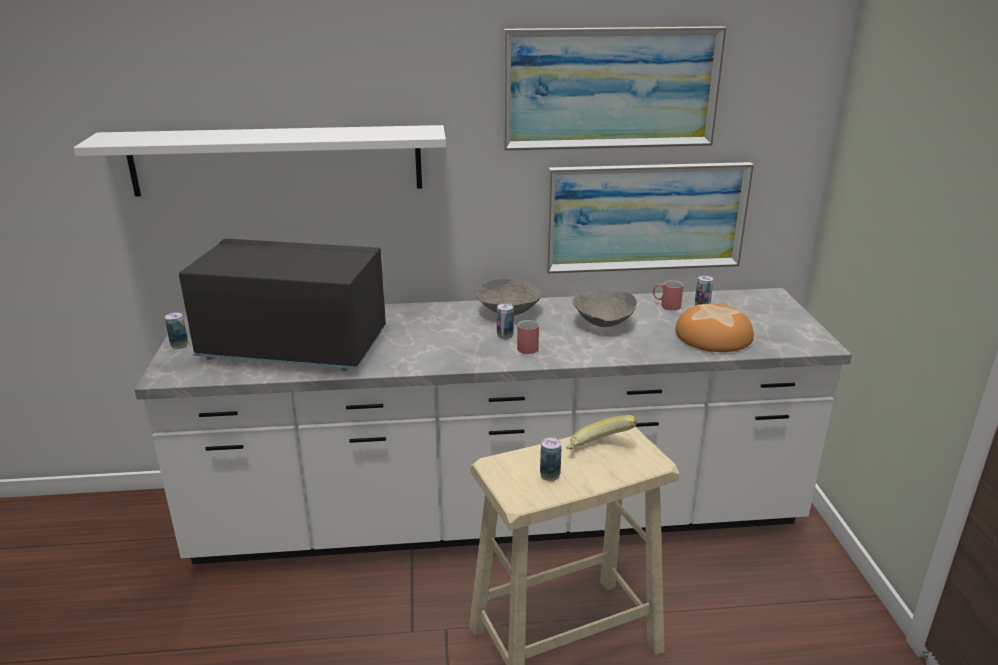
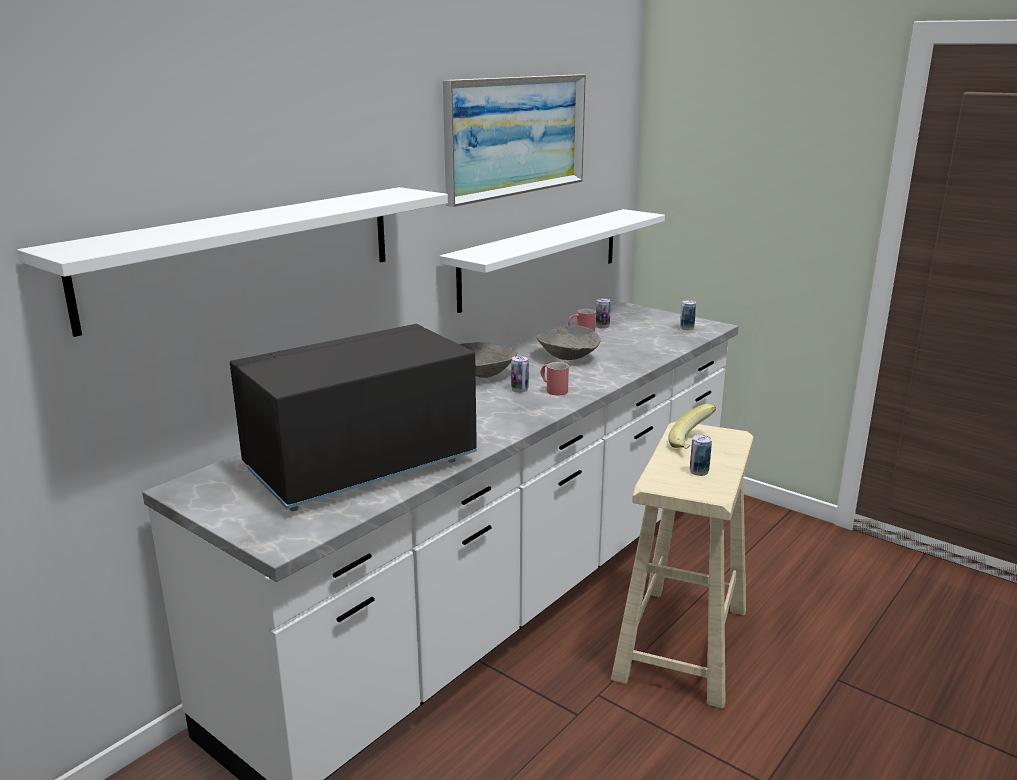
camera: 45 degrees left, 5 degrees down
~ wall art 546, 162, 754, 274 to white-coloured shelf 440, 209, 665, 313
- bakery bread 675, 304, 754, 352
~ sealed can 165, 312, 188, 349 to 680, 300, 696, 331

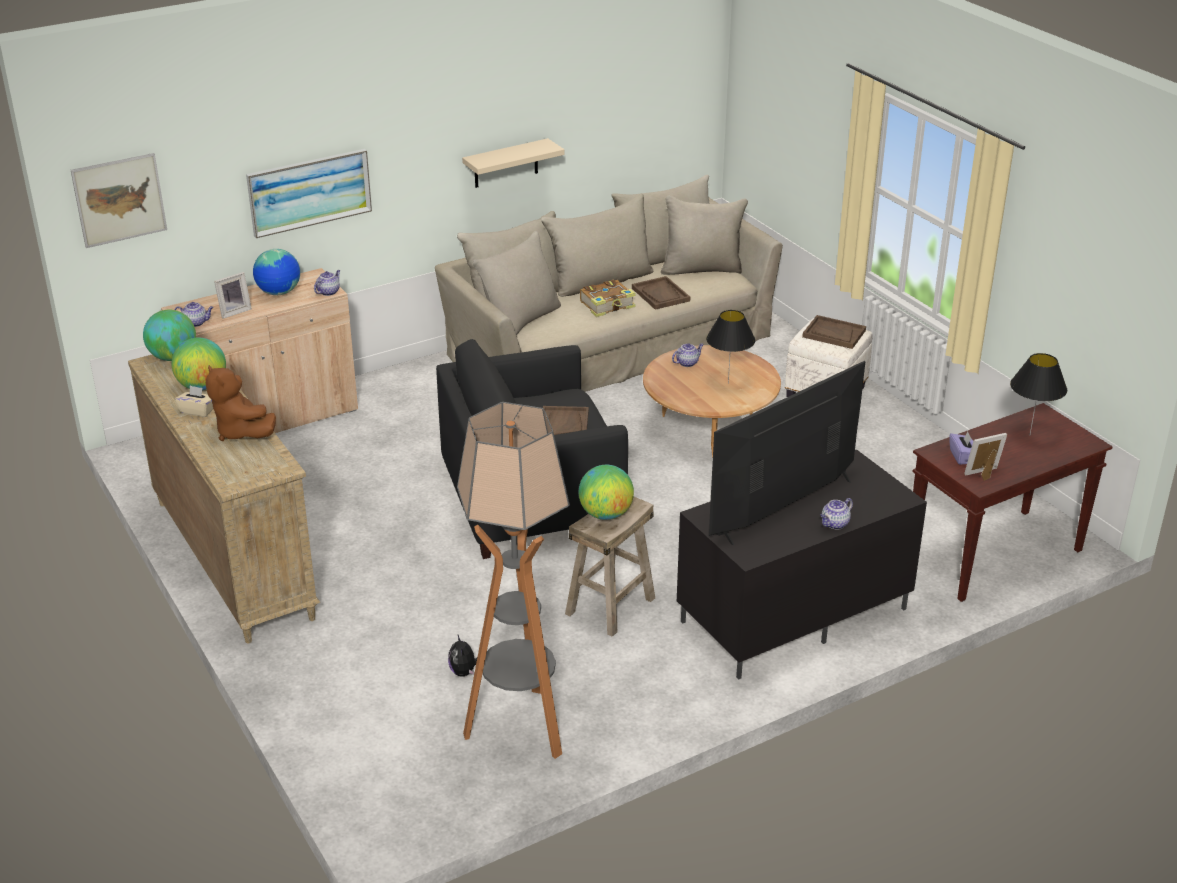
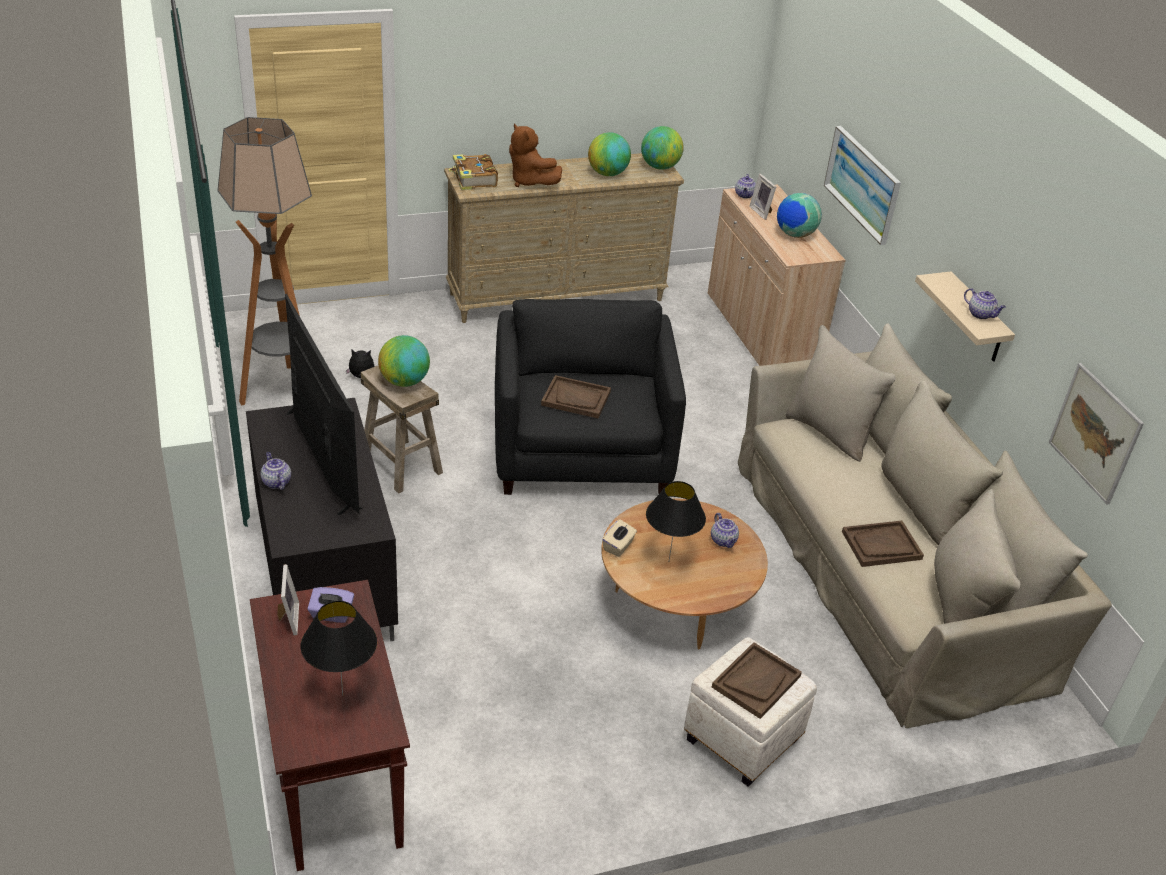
camera: 100 degrees right, 5 degrees up
~ wall art 71, 153, 167, 248 to 1048, 363, 1144, 505
~ teapot 314, 270, 341, 296 to 964, 288, 1006, 319
~ book 580, 280, 636, 317 to 449, 154, 498, 190
~ brown cuddly toy 206, 365, 276, 441 = 509, 124, 562, 187 105 degrees counterclockwise
~ beige tissue box 175, 386, 213, 417 to 602, 519, 637, 557

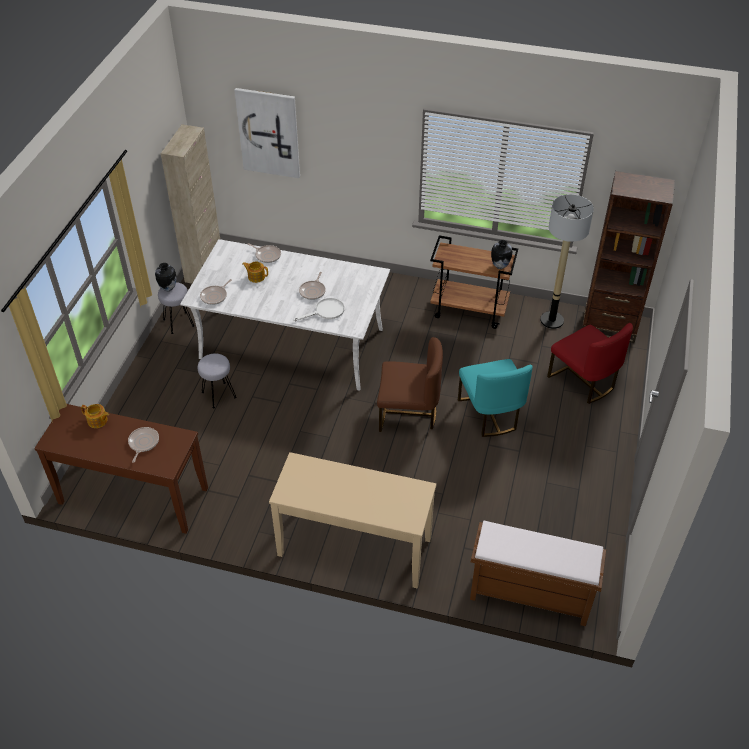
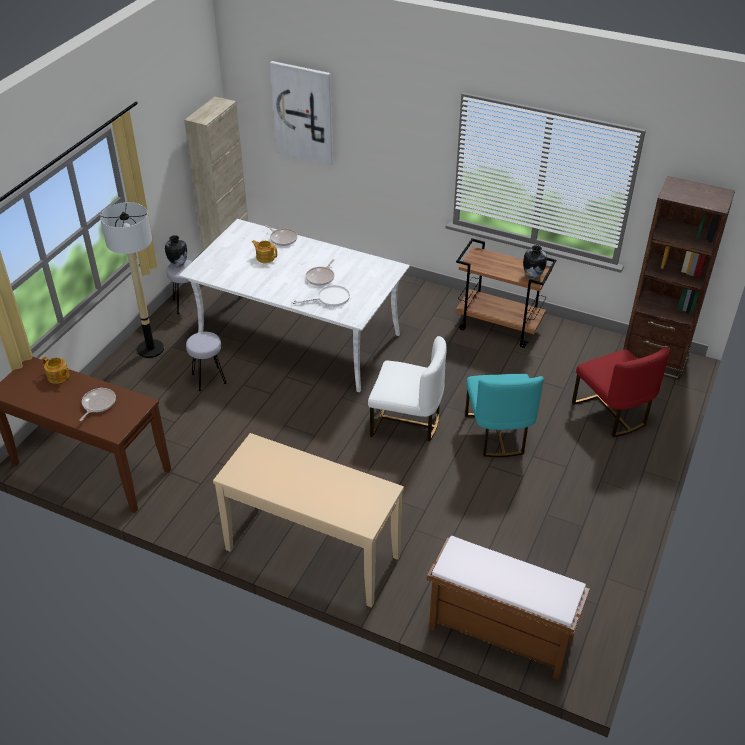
camera: 10 degrees right, 5 degrees down
~ floor lamp 540, 194, 594, 329 to 100, 202, 164, 358
- frying pan 200, 279, 232, 305
~ brown upright chair 377, 337, 443, 432 to white-coloured upright chair 368, 336, 447, 442

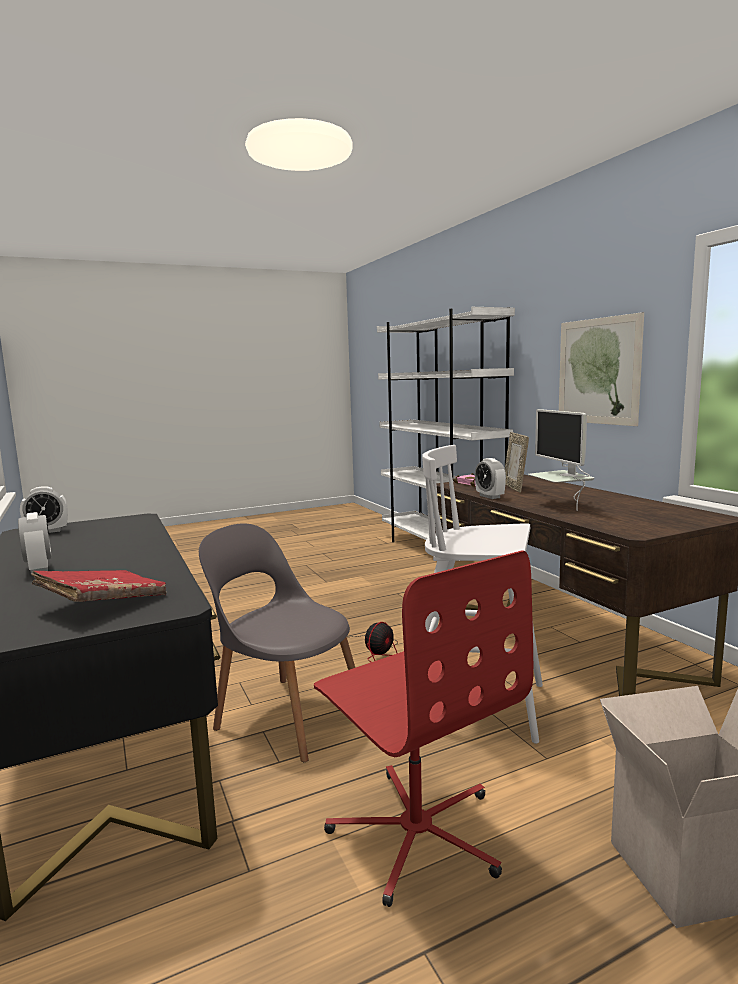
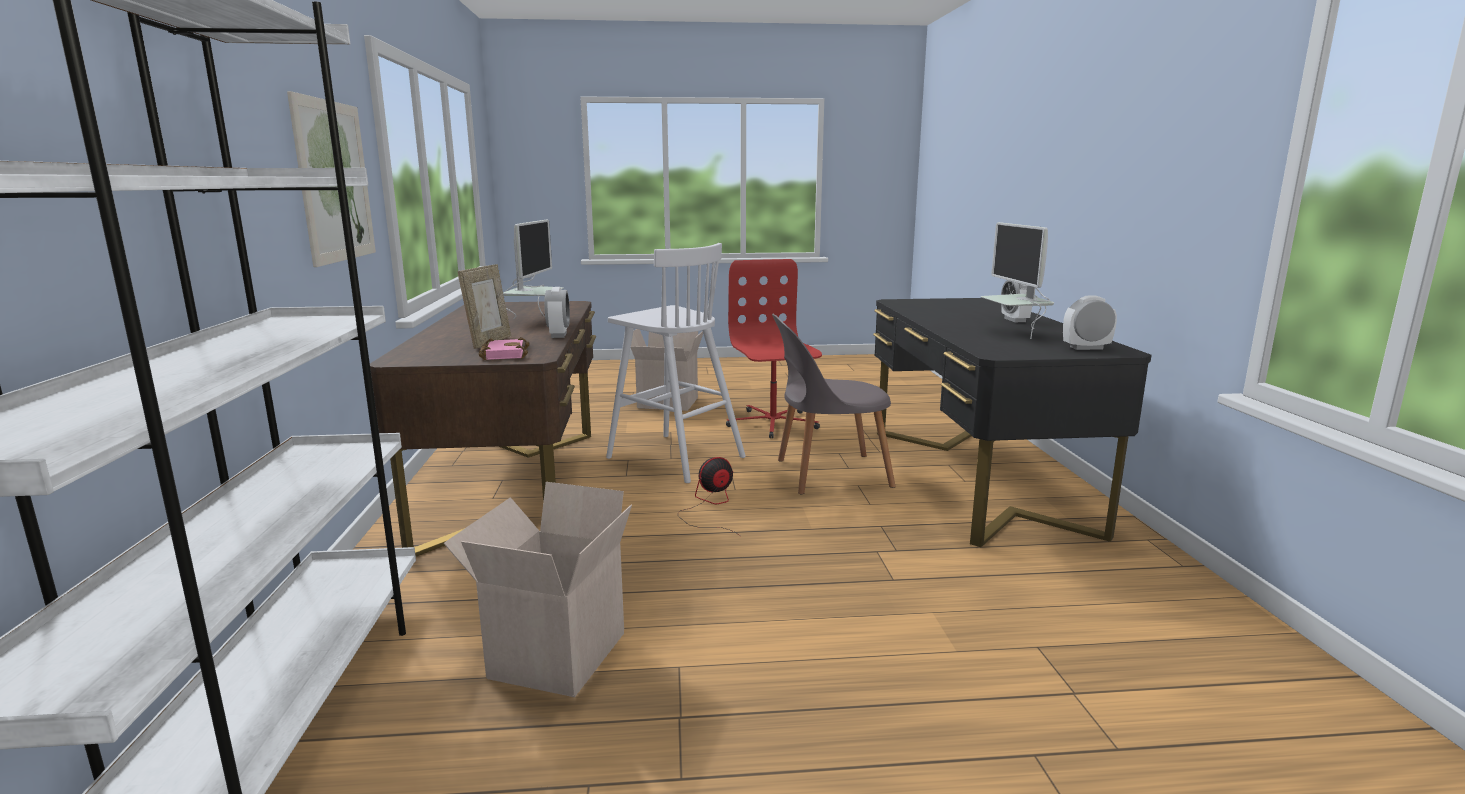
camera: 160 degrees left, 5 degrees up
~ gray upright chair 199, 524, 355, 762 = 772, 314, 896, 494 120 degrees clockwise
- red book 31, 570, 167, 602
+ computer screen 981, 222, 1054, 339
+ packing box 443, 482, 632, 697

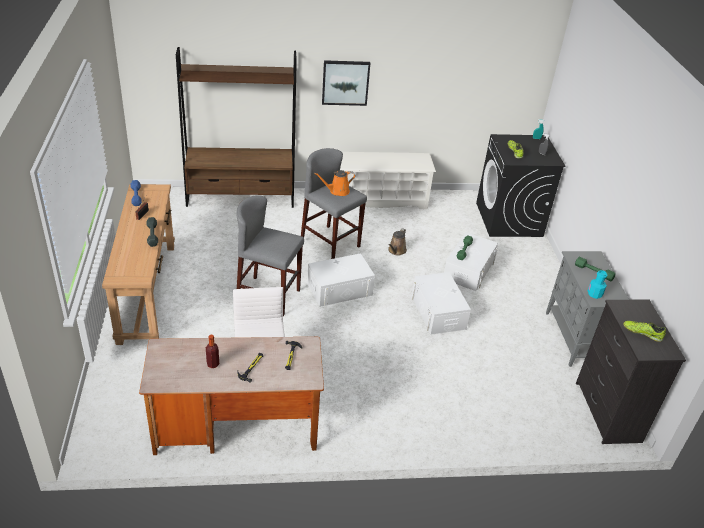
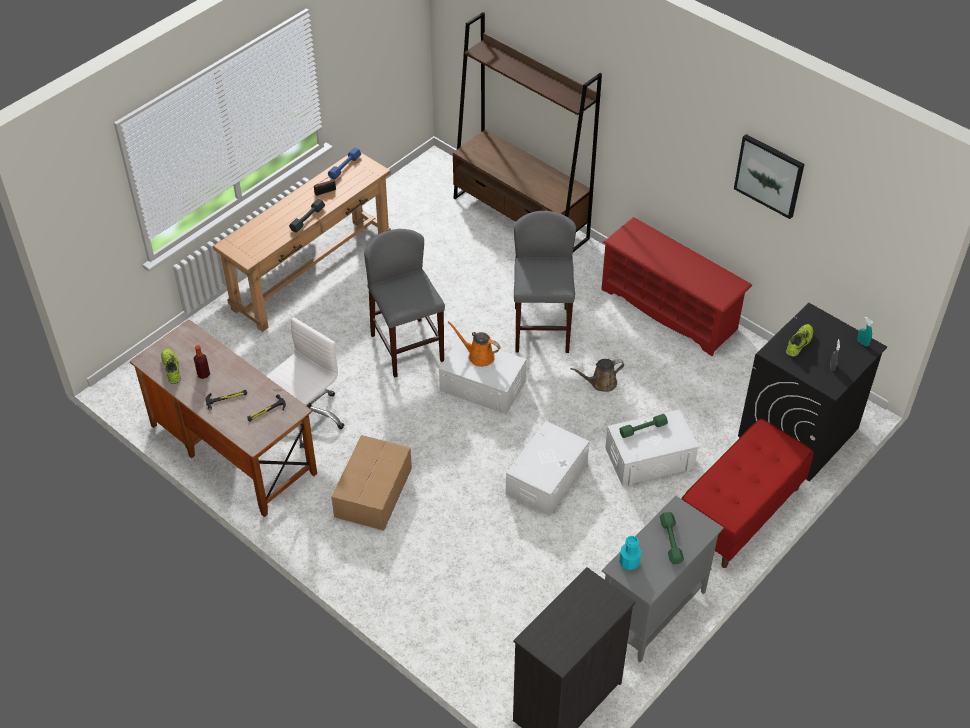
camera: 50 degrees right, 10 degrees up
~ wall art 322, 60, 370, 106 to 734, 134, 804, 219
~ white-coloured shoe shelf 340, 152, 436, 210 to red shoe shelf 601, 217, 752, 356
~ orange-coloured sprinkling can 314, 170, 355, 196 to 448, 321, 500, 367
~ shoe 623, 321, 666, 342 to 161, 349, 181, 384
+ red bench 681, 418, 813, 568
+ packing box 331, 435, 412, 531

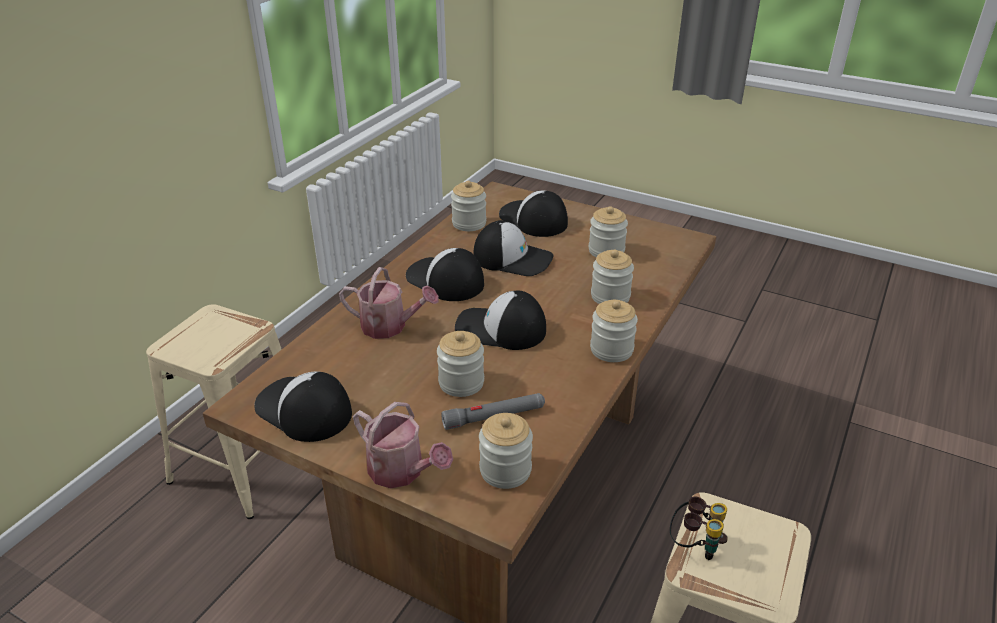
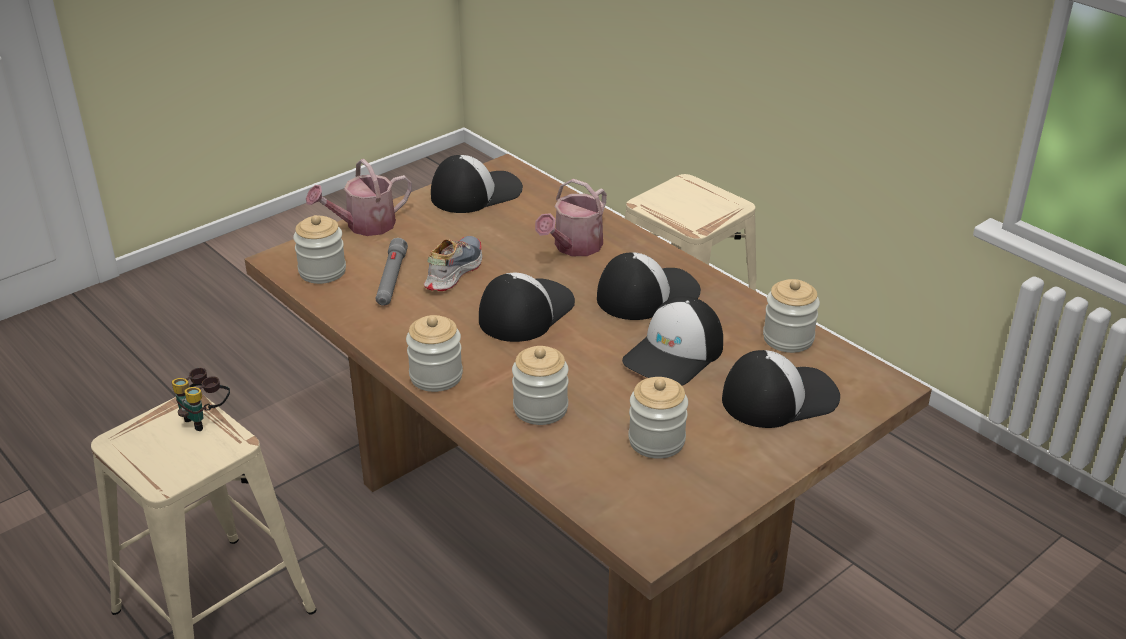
camera: 110 degrees right, 0 degrees up
~ preserve jar 437, 331, 484, 397 to shoe 424, 236, 482, 291

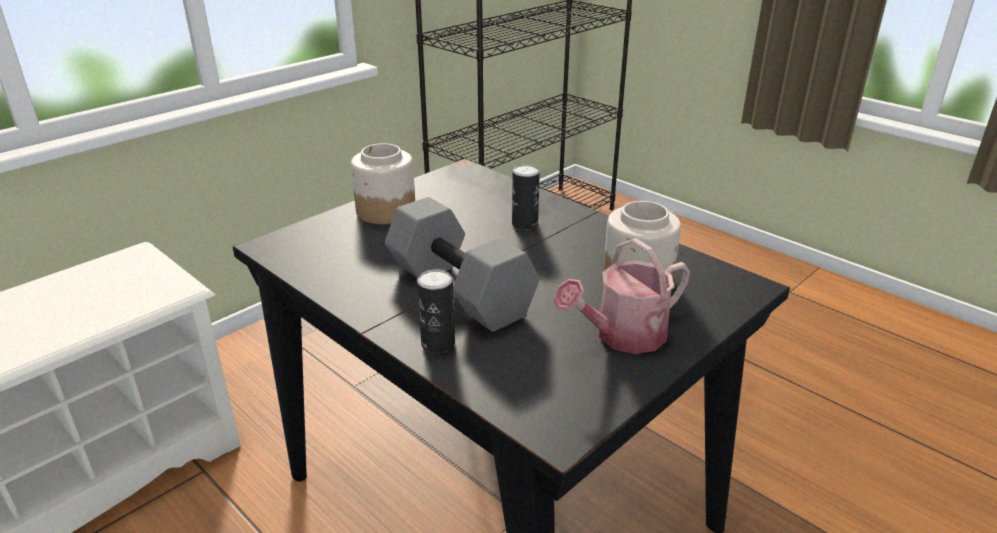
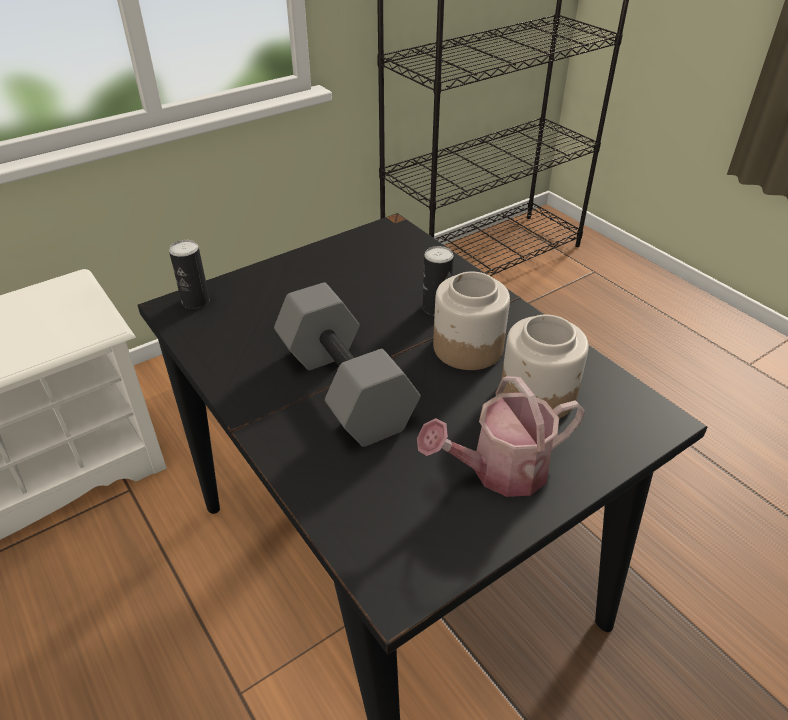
camera: 10 degrees right, 10 degrees up
~ preserve jar 351, 143, 415, 224 to 433, 272, 510, 370
~ sealed can 417, 269, 455, 353 to 169, 240, 210, 309

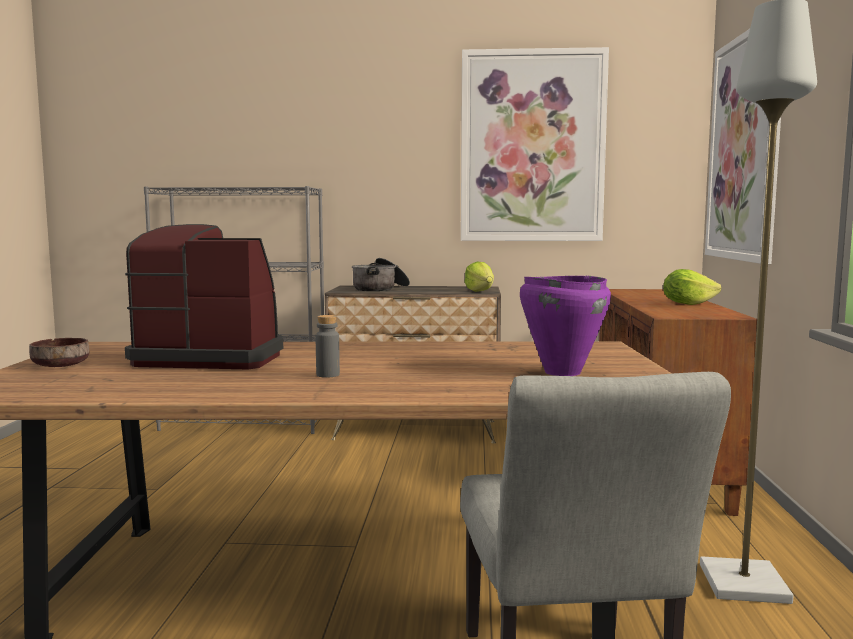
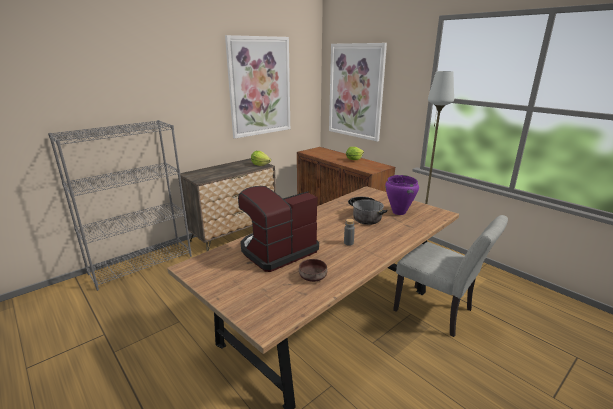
camera: 45 degrees left, 15 degrees up
~ cooking pot 352, 258, 410, 291 to 348, 197, 388, 225
~ brown bowl 29, 338, 89, 367 to 299, 259, 327, 282

